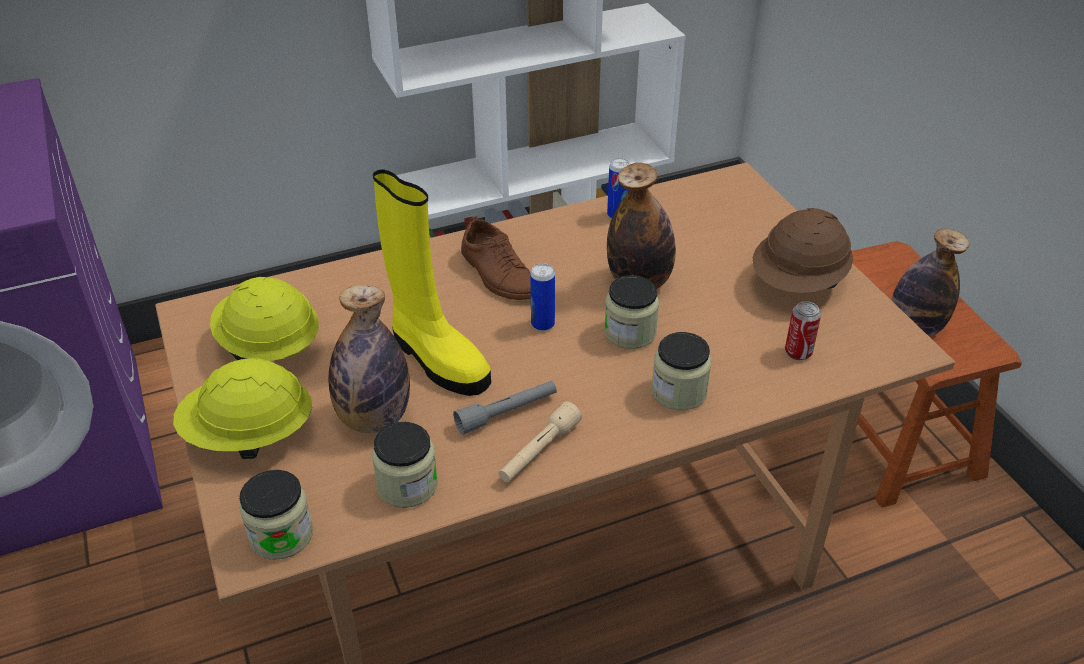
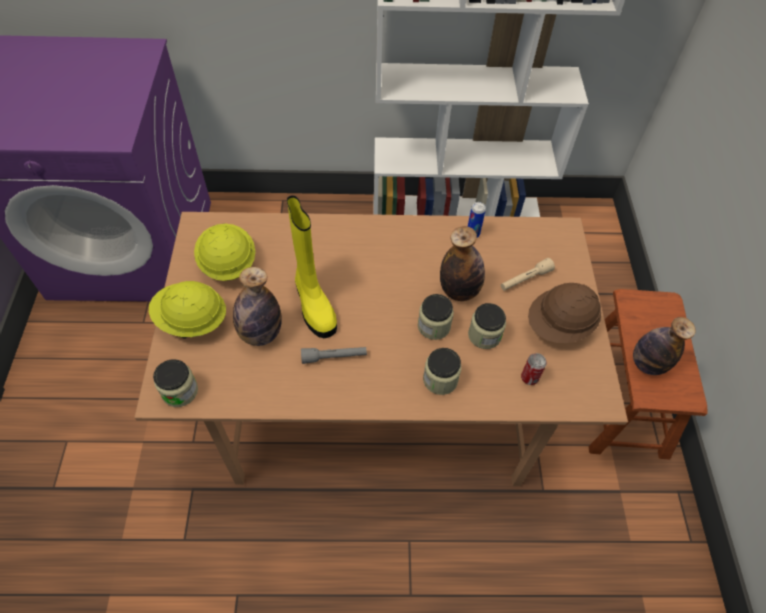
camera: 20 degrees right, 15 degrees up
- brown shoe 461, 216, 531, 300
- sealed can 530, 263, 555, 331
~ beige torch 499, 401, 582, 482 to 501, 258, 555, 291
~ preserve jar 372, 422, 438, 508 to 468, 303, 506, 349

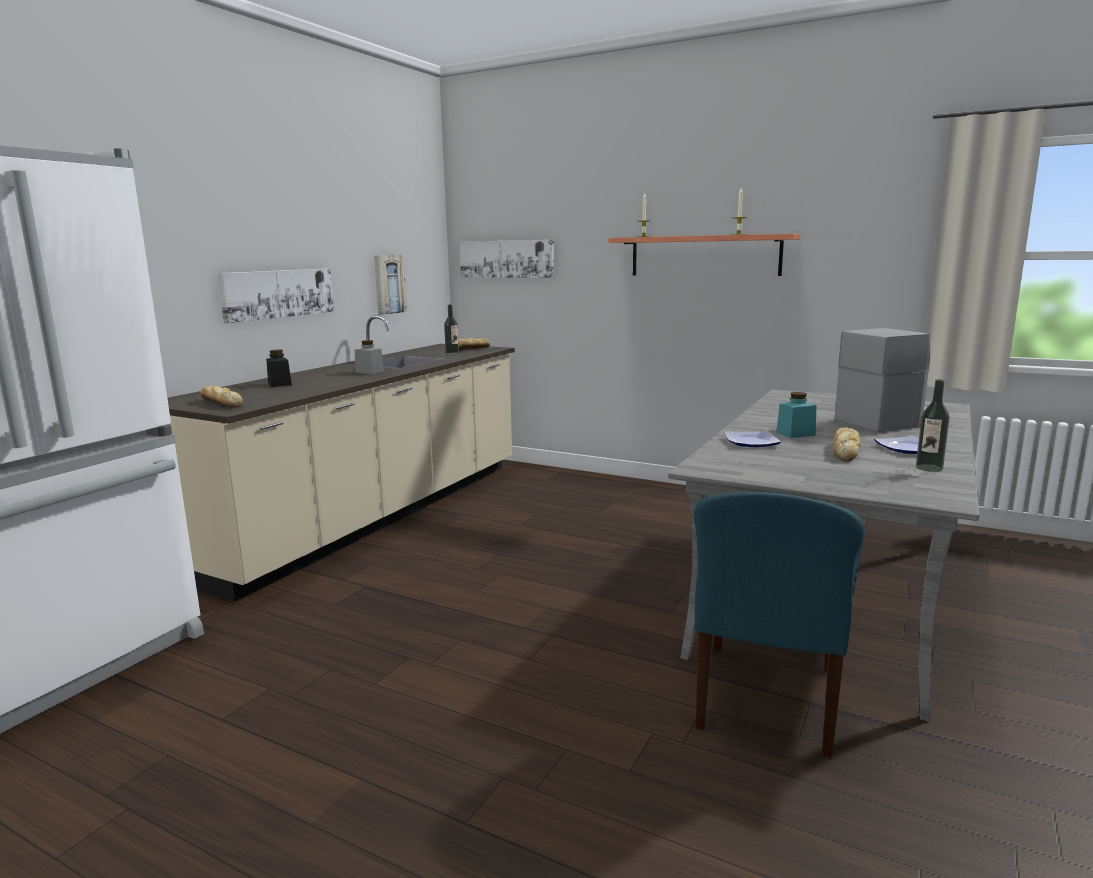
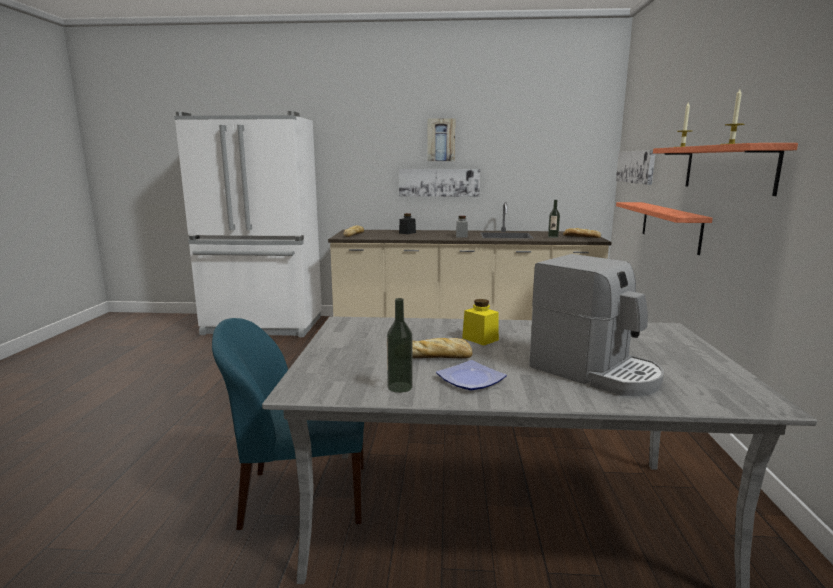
camera: 65 degrees right, 0 degrees up
~ wall art 374, 255, 407, 315 to 427, 118, 455, 161
~ blue-green preserve jar 776, 392, 816, 438 to yellow-coloured preserve jar 462, 299, 499, 346
- plate 724, 431, 781, 447
+ shelf 616, 202, 713, 255

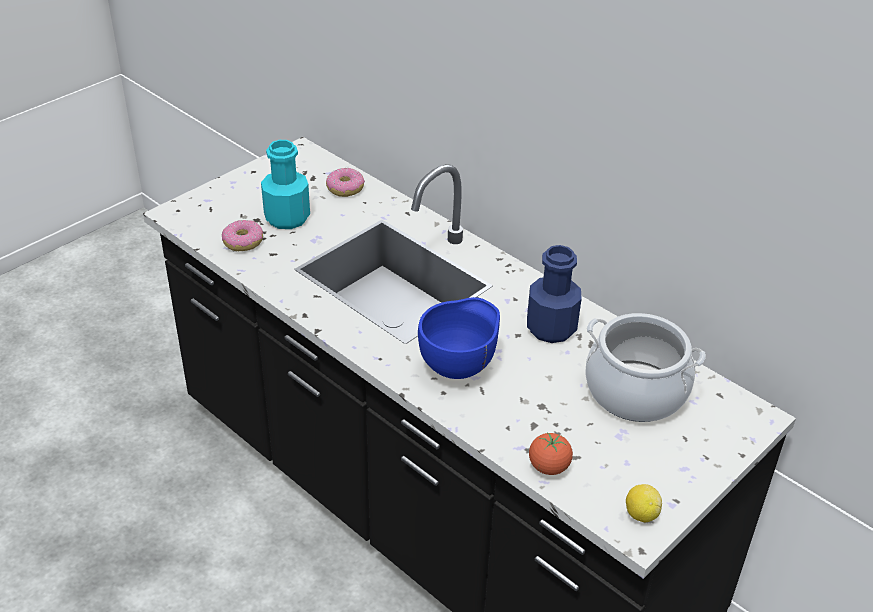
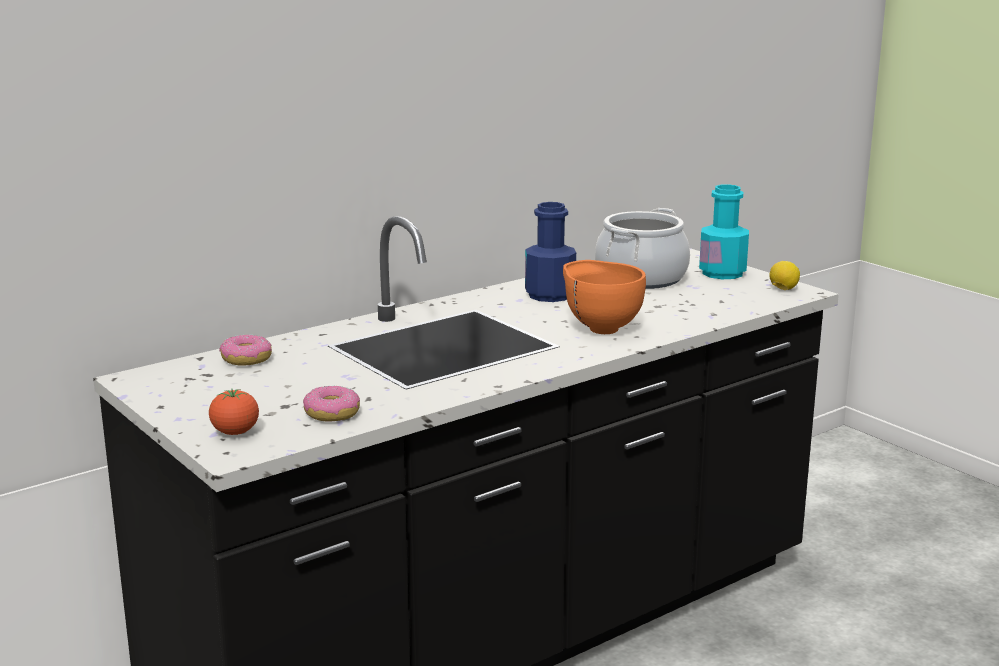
camera: 80 degrees left, 20 degrees down
~ blue-green bottle 261, 140, 310, 229 to 699, 184, 749, 279
~ bluish bowl 418, 297, 500, 379 to orange-coloured bowl 563, 260, 646, 334
~ fresh tomato 529, 433, 573, 475 to 209, 388, 259, 435

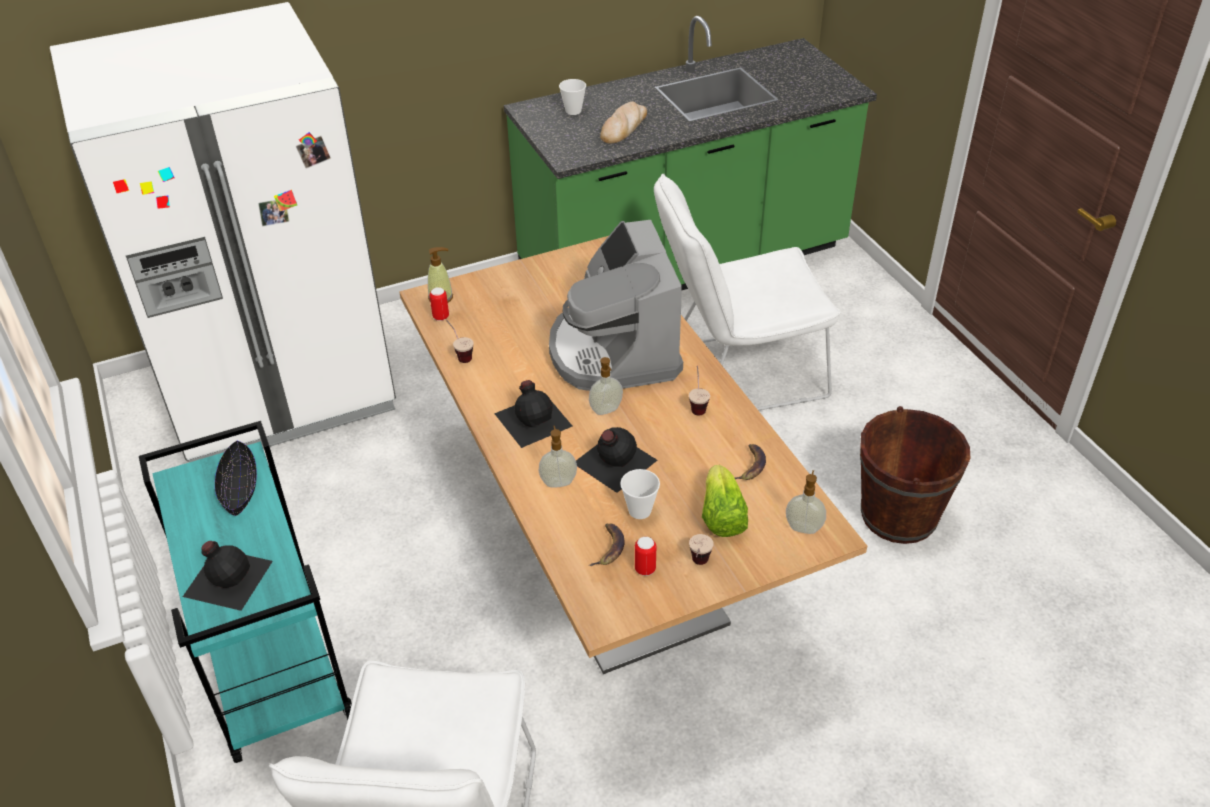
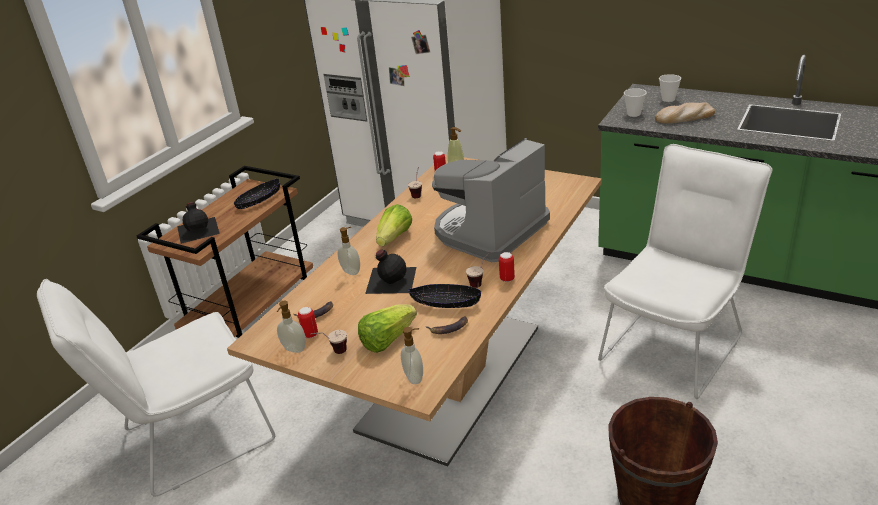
camera: 55 degrees right, 10 degrees down
~ white-coloured upright chair 654, 173, 841, 411 = 598, 144, 773, 399 90 degrees clockwise
~ liquid soap bottle 589, 357, 623, 415 to 277, 301, 306, 353
~ black bottle 494, 380, 572, 448 to head of lettuce 376, 204, 412, 246
~ blue-green wheeled cart 139, 421, 352, 763 to brown wheeled cart 137, 166, 313, 338
~ drinking cup 620, 469, 660, 519 to 624, 88, 647, 117
+ sealed can 499, 252, 515, 282
+ black bowl 408, 284, 481, 308

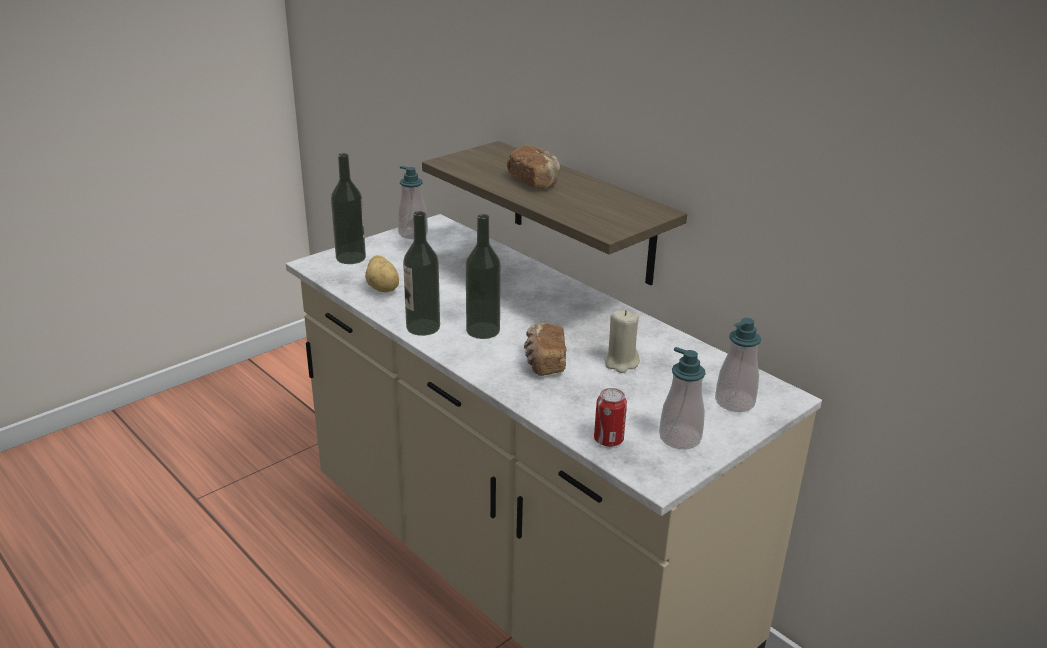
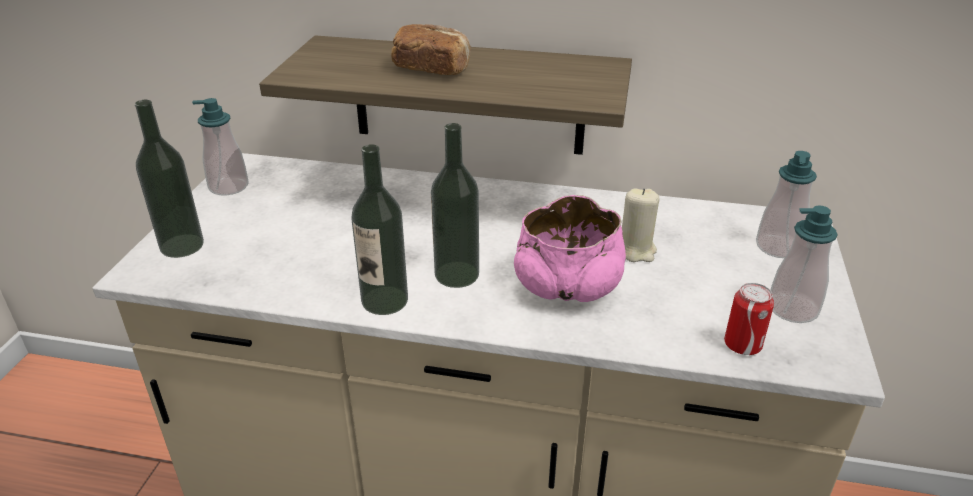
camera: 35 degrees left, 5 degrees up
- potato 365, 255, 399, 292
~ bakery bread 524, 323, 566, 376 to pink bowl 514, 195, 626, 302

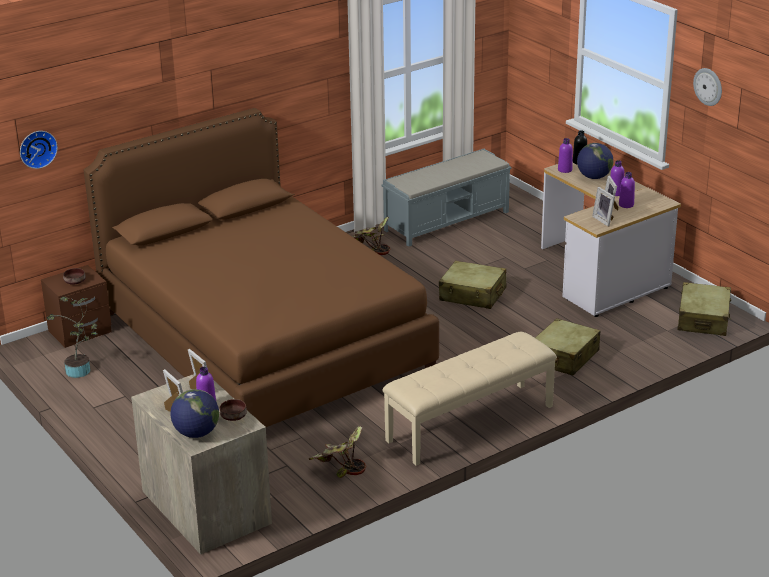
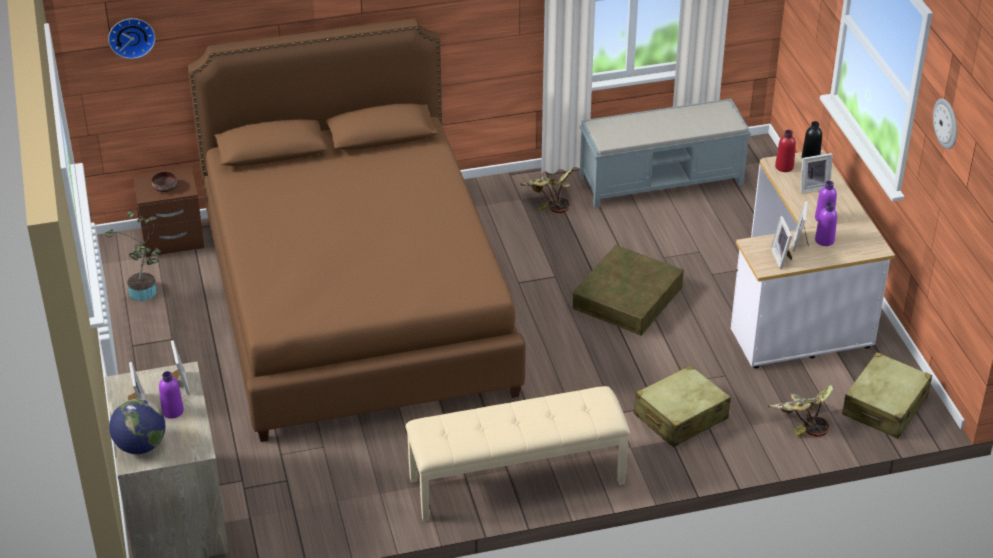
camera: 20 degrees right, 10 degrees up
~ purple bottle 558, 138, 573, 173 to red bottle 775, 130, 796, 172
~ world globe 577, 143, 613, 179 to picture frame 800, 153, 833, 193
~ beige travel case 439, 261, 506, 309 to brown storage box 573, 245, 684, 336
- brown bowl 220, 399, 247, 421
~ plant in a pot 309, 426, 366, 478 to 768, 385, 834, 437

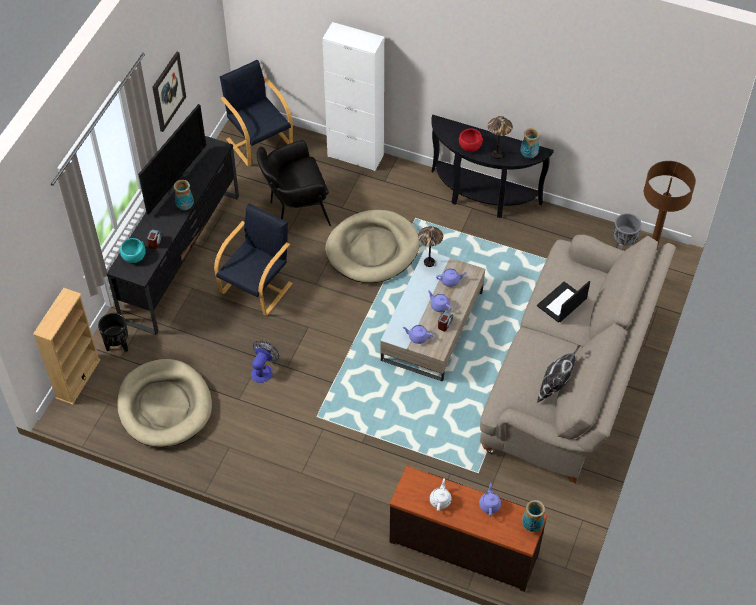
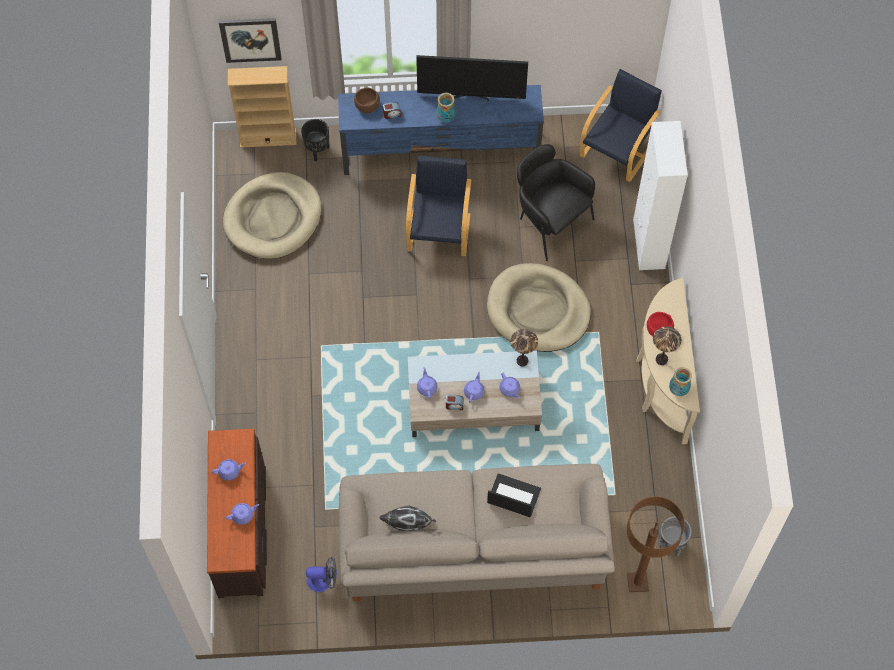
camera: 65 degrees right, 10 degrees up
~ wall art 152, 52, 186, 132 to 219, 18, 282, 63
~ black hall table 431, 115, 554, 218 to beige hall table 636, 278, 700, 444
~ black tv unit 107, 136, 239, 335 to bluish tv unit 338, 85, 544, 175
~ black easy chair 214, 204, 293, 316 = 406, 155, 471, 256 90 degrees counterclockwise
~ blue-green bowl 120, 238, 146, 263 to brown bowl 354, 87, 380, 113
~ electric fan 251, 340, 279, 383 to 306, 556, 337, 592
~ white-coloured teapot 430, 478, 452, 511 to purple teapot 212, 459, 246, 481
- flower vase 522, 500, 545, 532

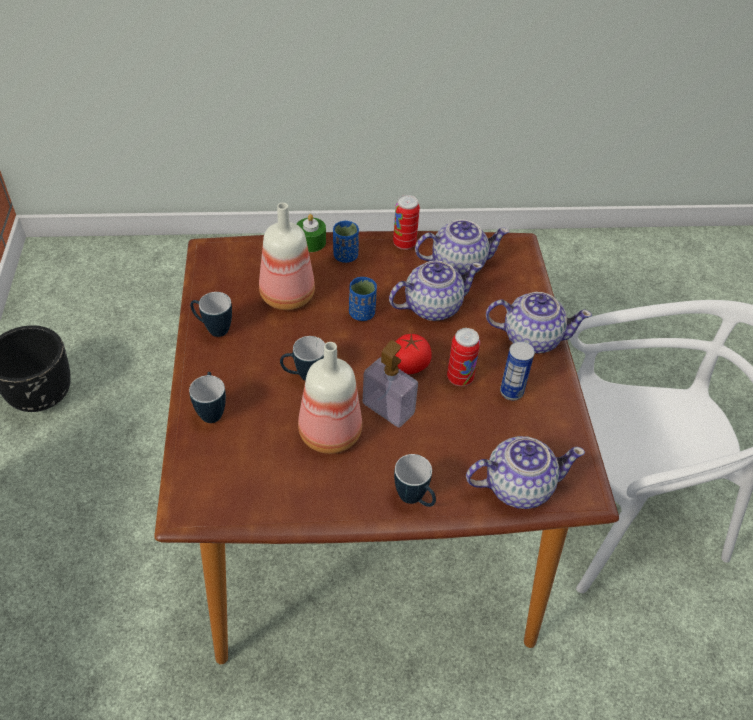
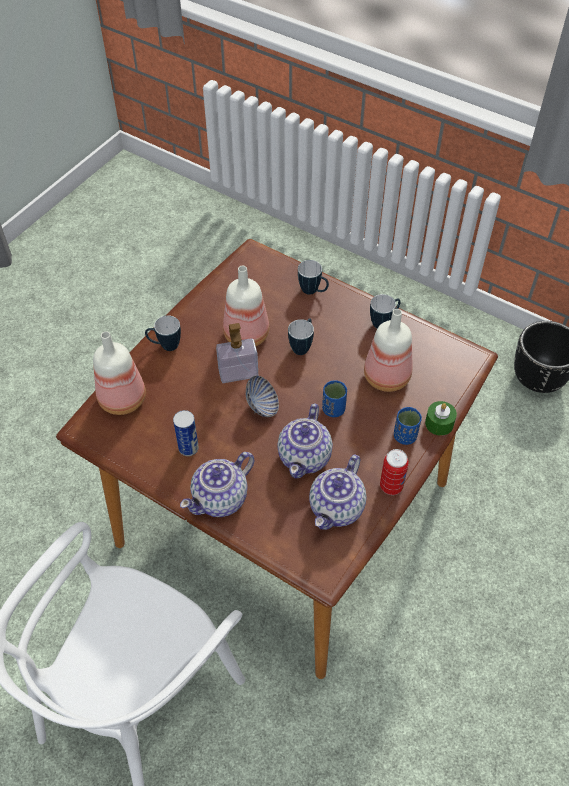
camera: 130 degrees right, 5 degrees up
- sealed can 447, 328, 480, 386
~ fresh tomato 395, 333, 432, 374 to bowl 245, 375, 279, 417
~ teapot 466, 436, 585, 509 to bottle 93, 331, 146, 415

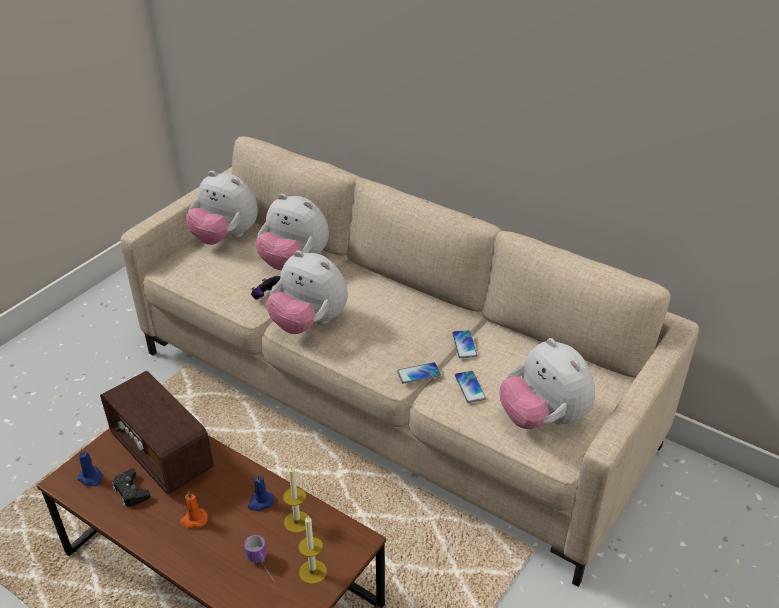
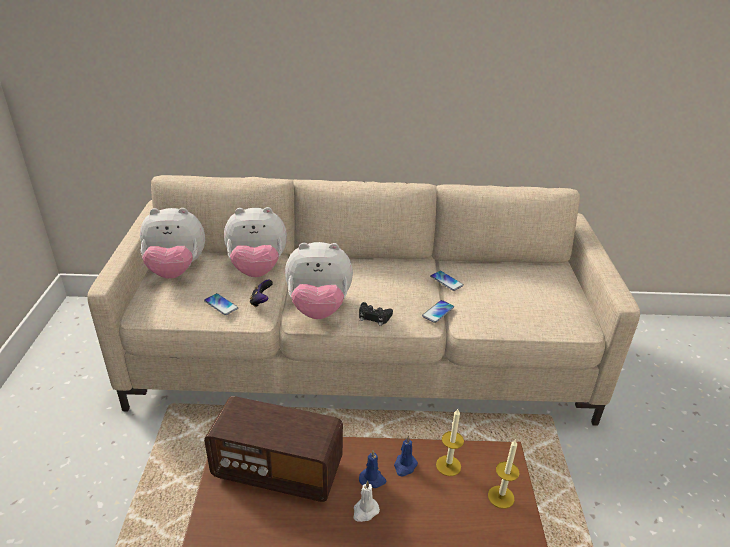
camera: 35 degrees left, 5 degrees down
- cuddly toy 500, 338, 595, 429
~ handset 455, 371, 486, 403 to 204, 293, 238, 315
~ bluish wax candle 78, 448, 102, 486 to 359, 450, 387, 488
~ black joypad 112, 468, 150, 507 to 359, 302, 393, 326
~ orange-coloured wax candle 180, 490, 208, 528 to white-coloured wax candle 353, 480, 380, 522
- tea mug 244, 535, 273, 580

